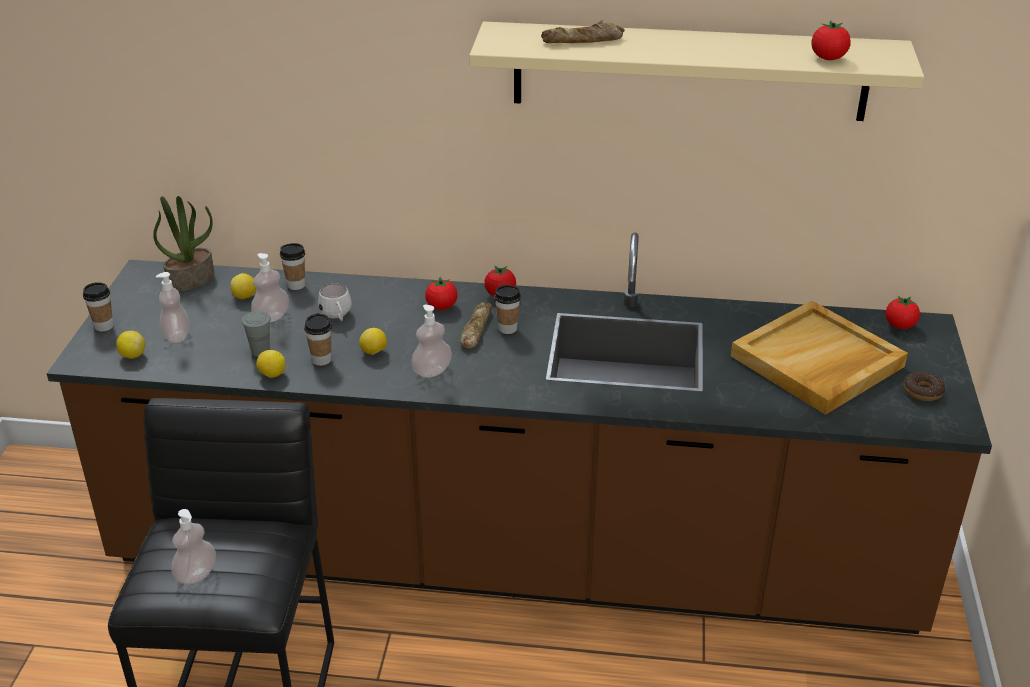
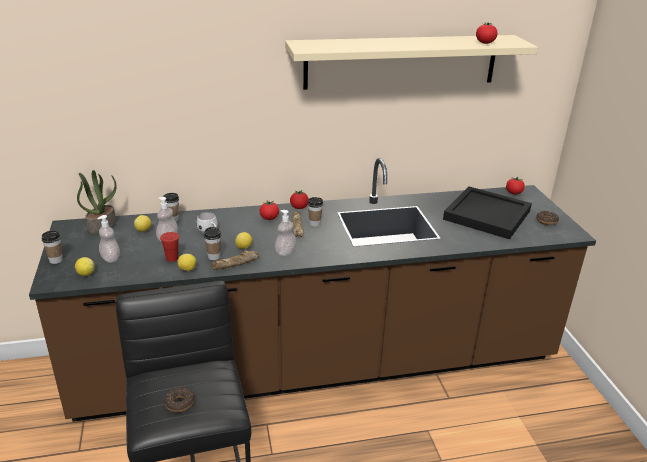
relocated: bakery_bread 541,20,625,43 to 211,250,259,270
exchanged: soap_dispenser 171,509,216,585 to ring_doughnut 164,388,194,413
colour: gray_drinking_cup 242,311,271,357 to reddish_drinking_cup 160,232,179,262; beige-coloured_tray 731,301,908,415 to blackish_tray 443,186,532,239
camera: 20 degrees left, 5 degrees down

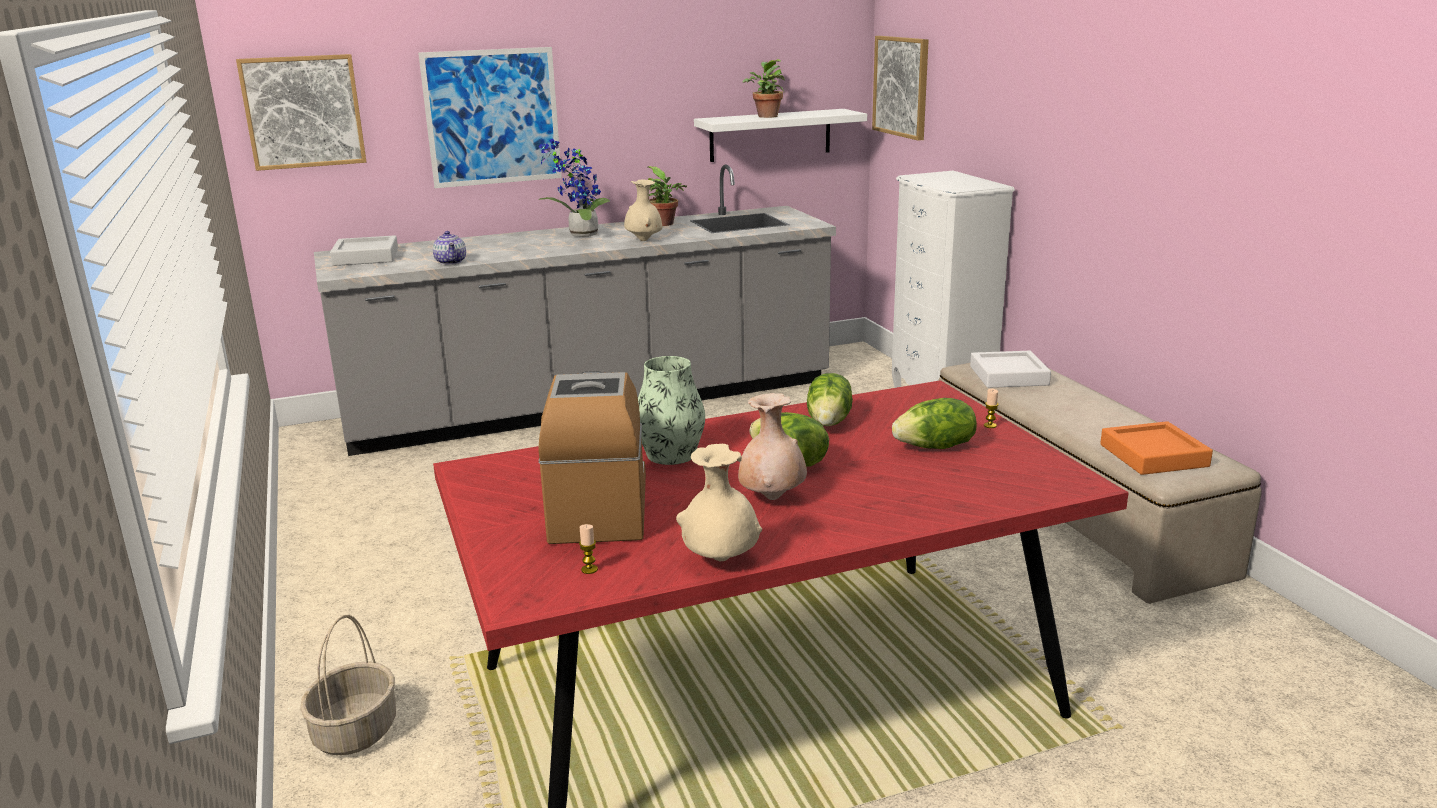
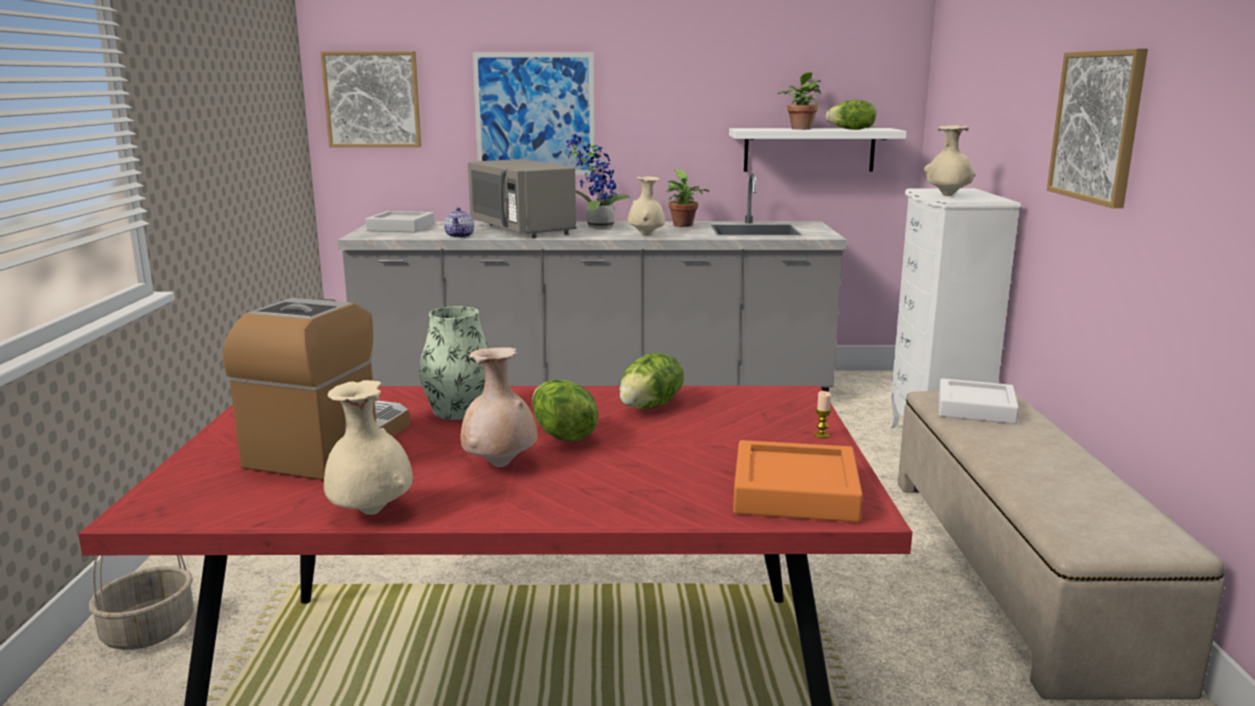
missing: wax_light 579,524,598,574
appeared: gray_microwave 468,159,577,238; beige-coloured_flower_vase 924,125,976,196
relocated: wall_art 872,36,929,141 to 1047,49,1148,209; head_of_lettuce 892,398,977,449 to 826,100,876,130; orangey_tray 1100,421,1213,475 to 733,440,863,522
camera: 20 degrees right, 5 degrees down

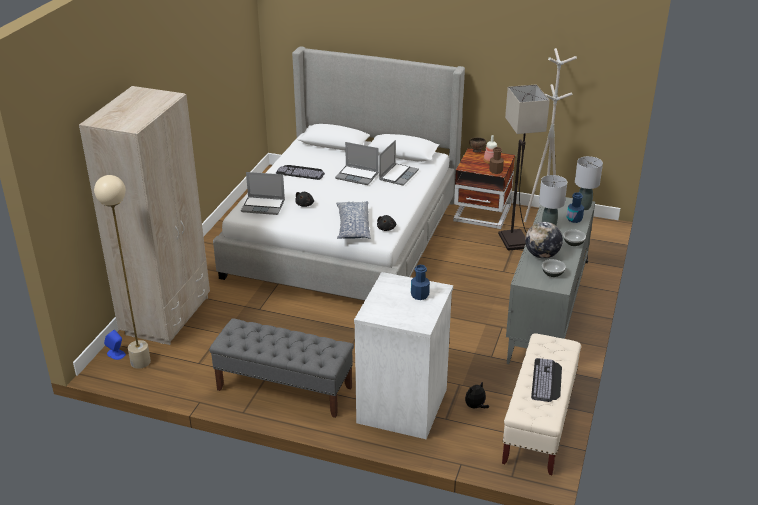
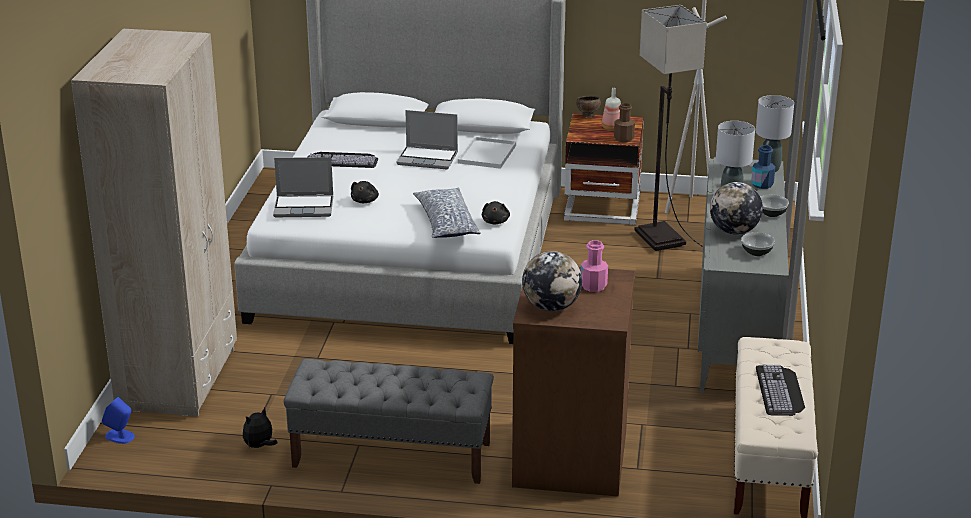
missing: beige-coloured_standing_lamp 94,175,151,369
appeared: globe 522,251,582,311
relocated: cuddly_toy 465,382,489,408 to 243,407,278,448
exchanged: laptop 379,140,419,186 to whitish_tray 458,136,516,169
colour: whitish_dresser 354,272,453,439 to brownish_dresser 512,267,635,497; blue-coloured_drink_bottle 411,265,430,300 to pinkish_drink_bottle 581,240,608,292
camera: 10 degrees left, 5 degrees down

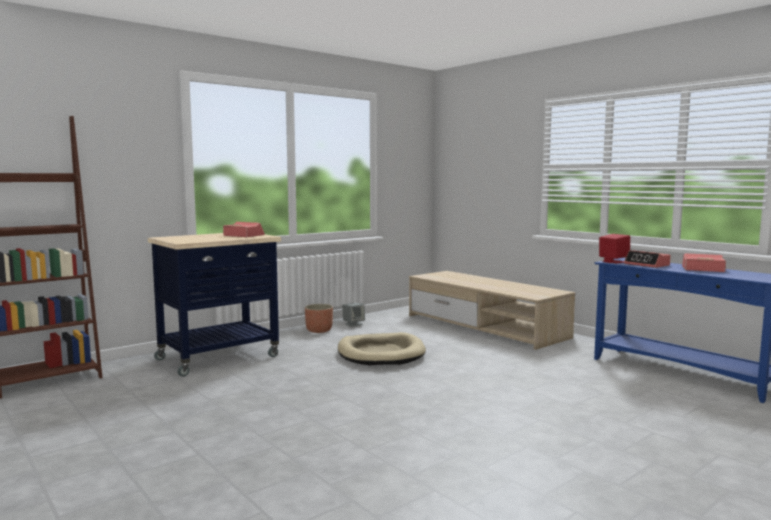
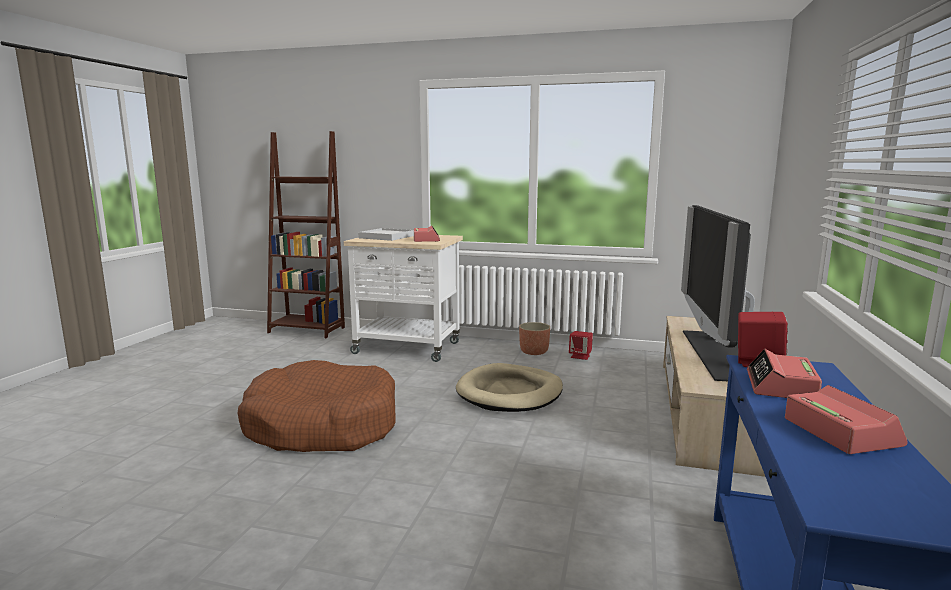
appeared: brownish_dog_bed 238,360,396,452; whitish_tray 358,228,414,241; TV 681,205,755,381
colour: blue-coloured_cart 148,233,281,377 to whitish_cart 343,235,463,362; gray_loudspeaker 342,303,365,327 to reddish_loudspeaker 569,331,593,360
camera: 55 degrees right, 5 degrees up

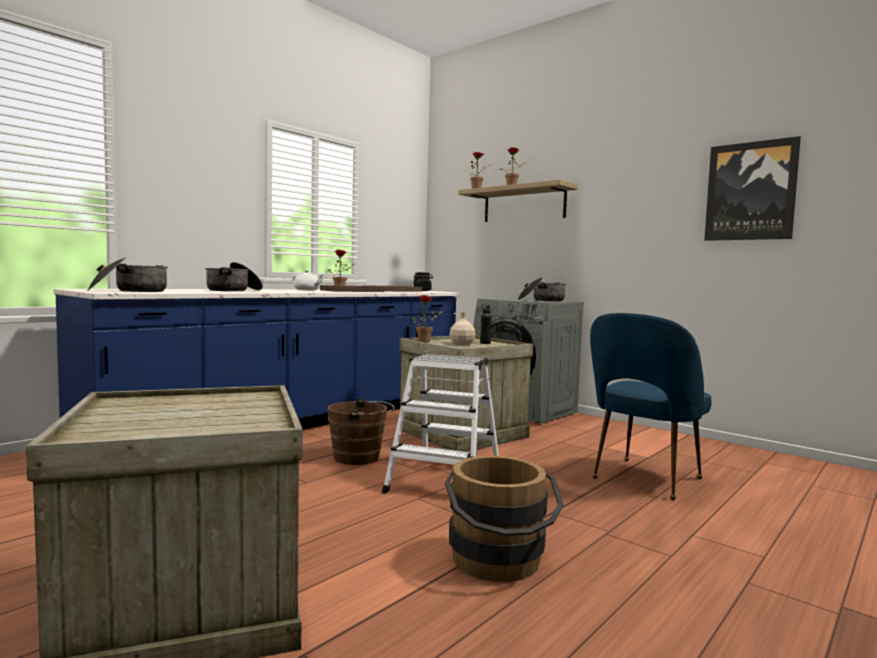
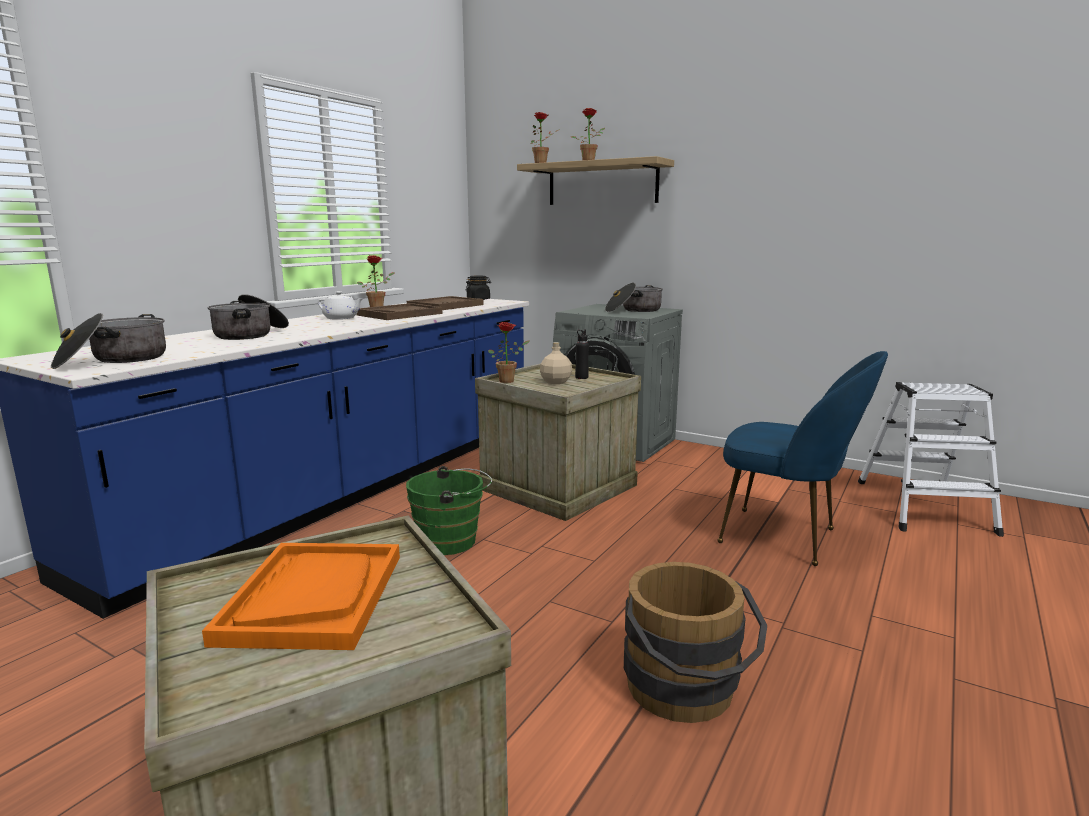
missing: wall_art 704,136,801,241
appeared: orangey_tray 202,543,400,650
relocated: whitish_step_ladder 382,353,499,494 to 858,382,1004,537
colour: brownish_water_bucket 327,398,395,465 to green-coloured_water_bucket 406,466,492,555
spun: blue-coloured_chair 590,313,712,500 = 718,351,888,566 90 degrees counterclockwise
camera: 10 degrees left, 10 degrees up

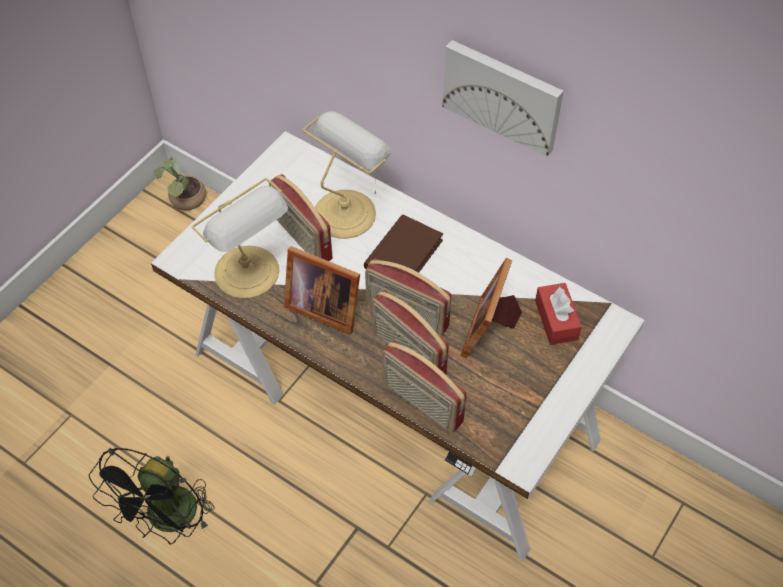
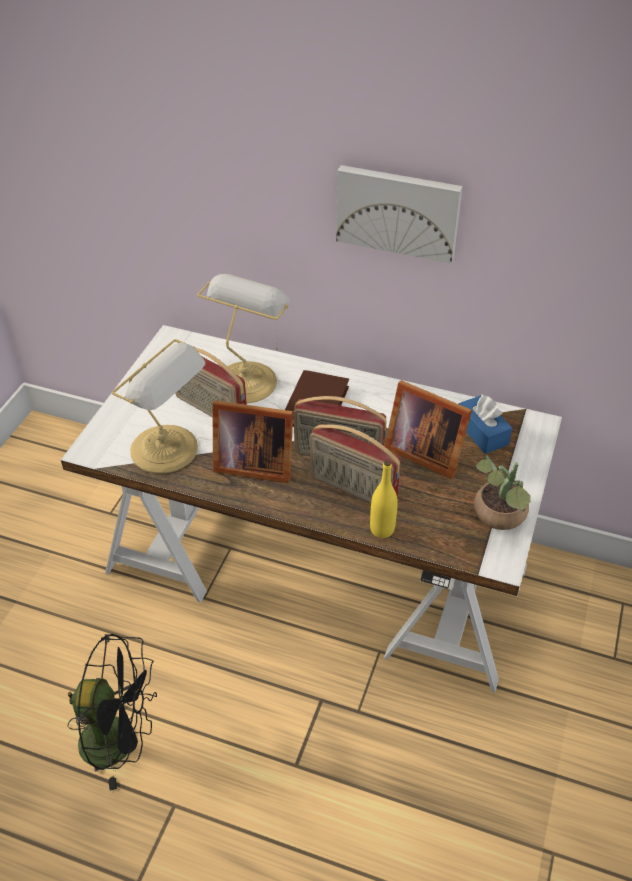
relocated: potted_plant 154,157,206,210 to 474,455,531,530
exchanged: radio_receiver 382,340,467,433 to yellowish_drink_bottle 370,460,398,538
colour: reddish_box_of_tissues 535,283,581,345 to blue-coloured_box_of_tissues 458,395,512,454
spun: blackish_electric_fan 89,448,215,544 = 67,634,157,791 90 degrees counterclockwise; picture_frame 460,258,522,358 = 384,380,472,479 60 degrees counterclockwise
camera: 15 degrees left, 10 degrees down

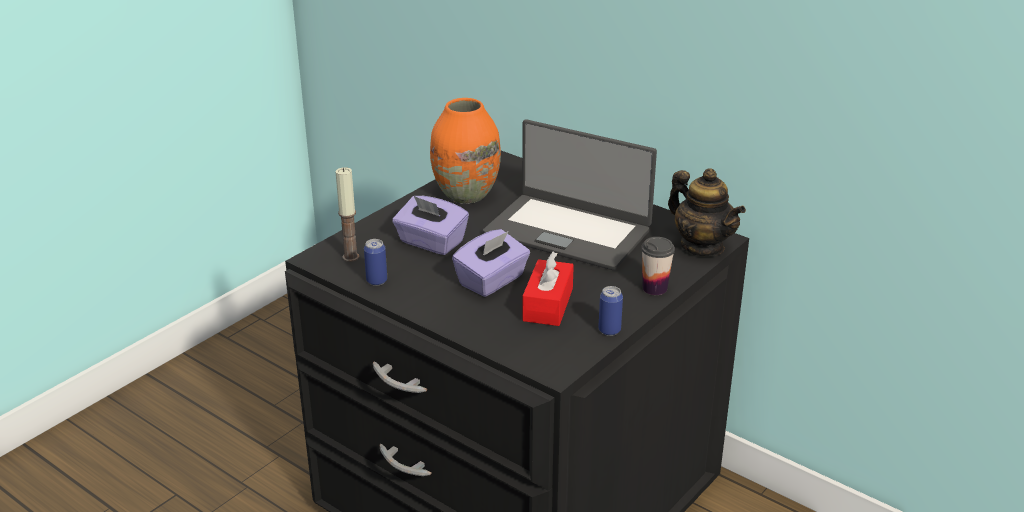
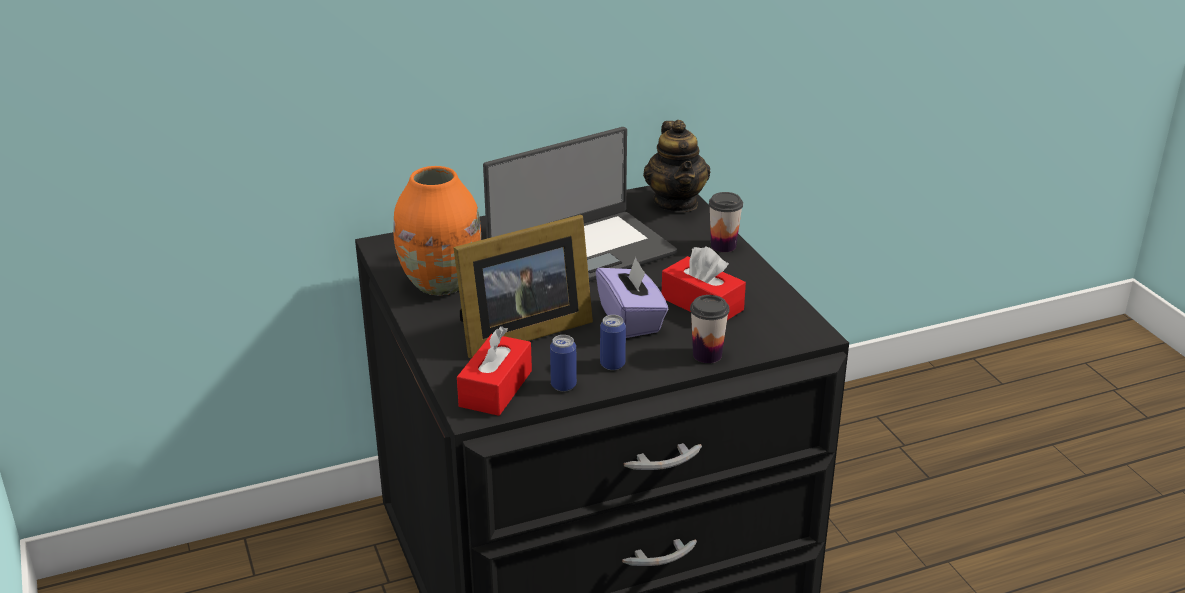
appeared: drinking_cup 690,295,729,363
relocated: metal_can 599,286,623,336 to 600,315,626,370
exchanged: wax_light 336,167,359,262 to reddish_box_of_tissues 457,326,532,416; purplish_box_of_tissues 392,196,469,255 to picture_frame 453,215,593,358
spun: pot_for_tea 668,168,746,256 = 643,120,710,212 90 degrees clockwise
camera: 60 degrees left, 0 degrees up

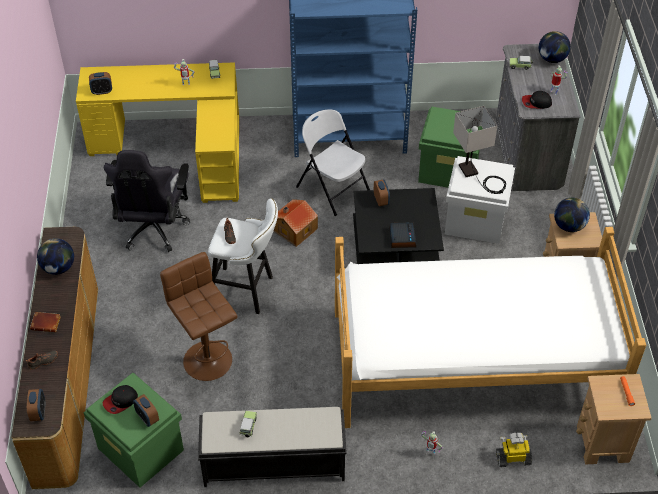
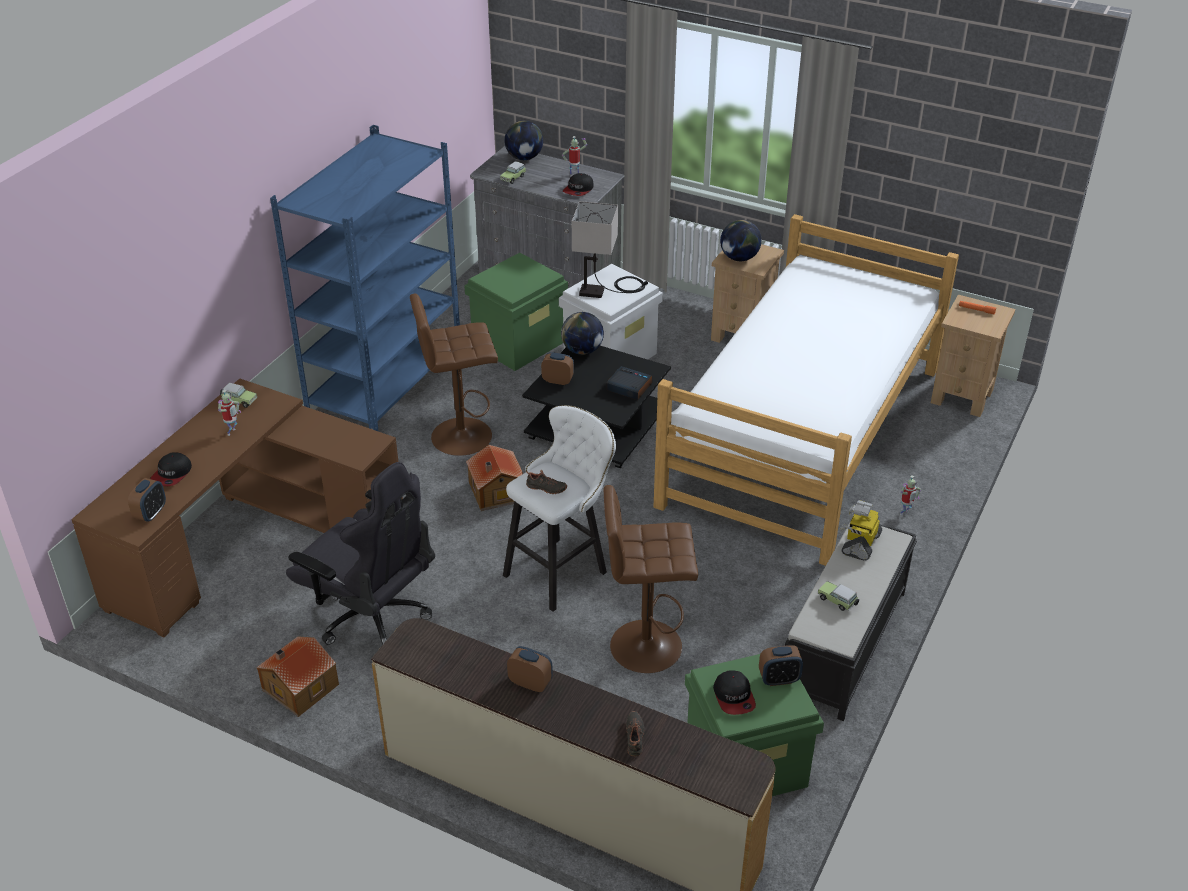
missing: brownish_volume 30,312,61,332
appeared: cap 150,453,192,486; toy_house 256,636,339,717
relocated: table_clock 27,389,45,421 to 507,646,553,692; globe 37,238,74,275 to 561,312,604,355; model_robot 496,433,532,467 to 840,500,882,561
exchanged: whitish_chair 296,109,370,216 to brownish_stool_seat 410,294,498,456
colour: yellowish_desk 76,62,239,203 to brownish_desk 71,379,403,637
camera: 60 degrees left, 10 degrees down

